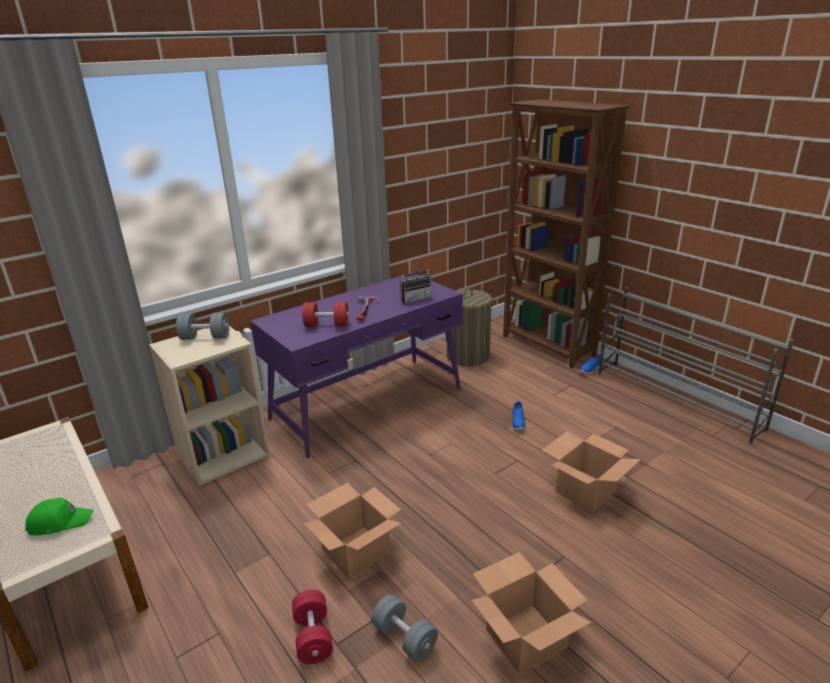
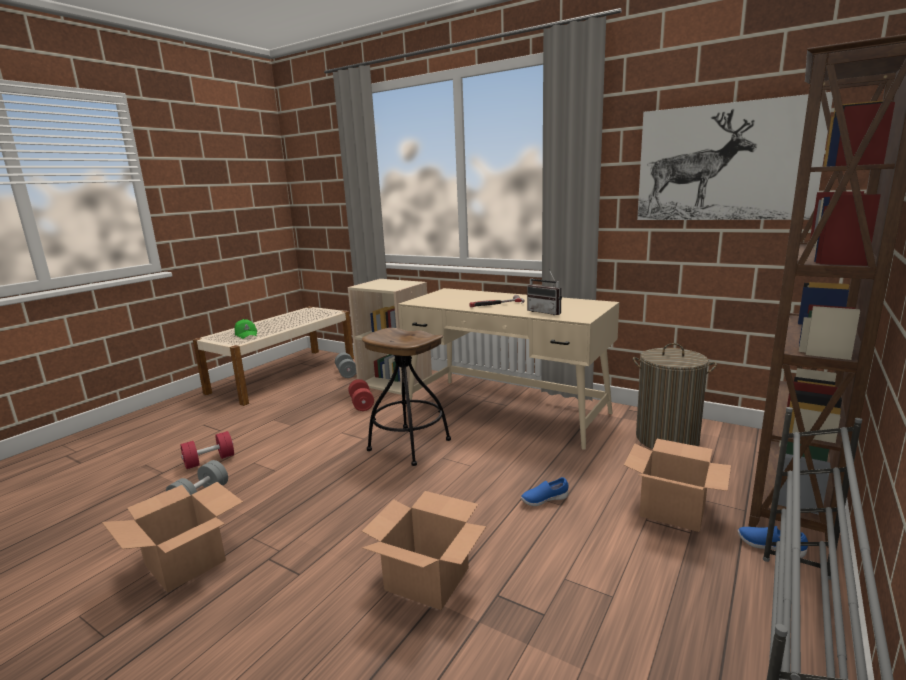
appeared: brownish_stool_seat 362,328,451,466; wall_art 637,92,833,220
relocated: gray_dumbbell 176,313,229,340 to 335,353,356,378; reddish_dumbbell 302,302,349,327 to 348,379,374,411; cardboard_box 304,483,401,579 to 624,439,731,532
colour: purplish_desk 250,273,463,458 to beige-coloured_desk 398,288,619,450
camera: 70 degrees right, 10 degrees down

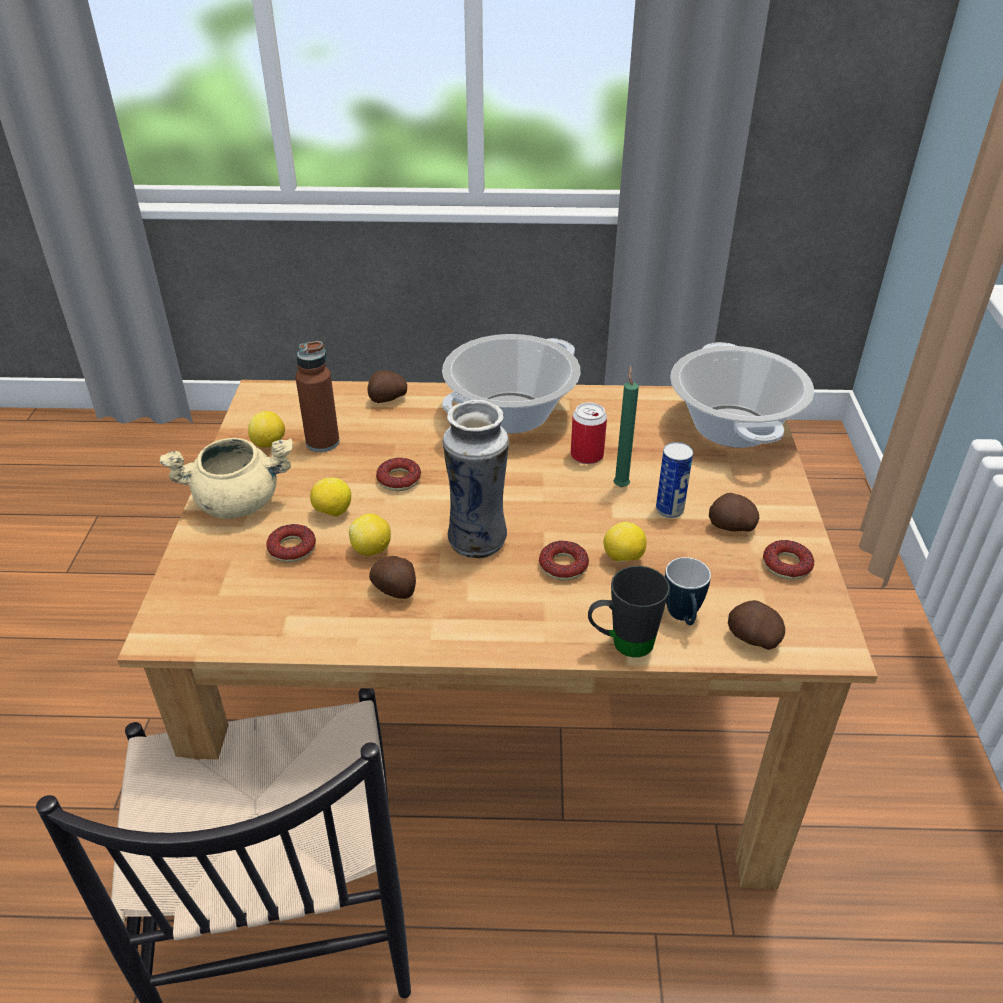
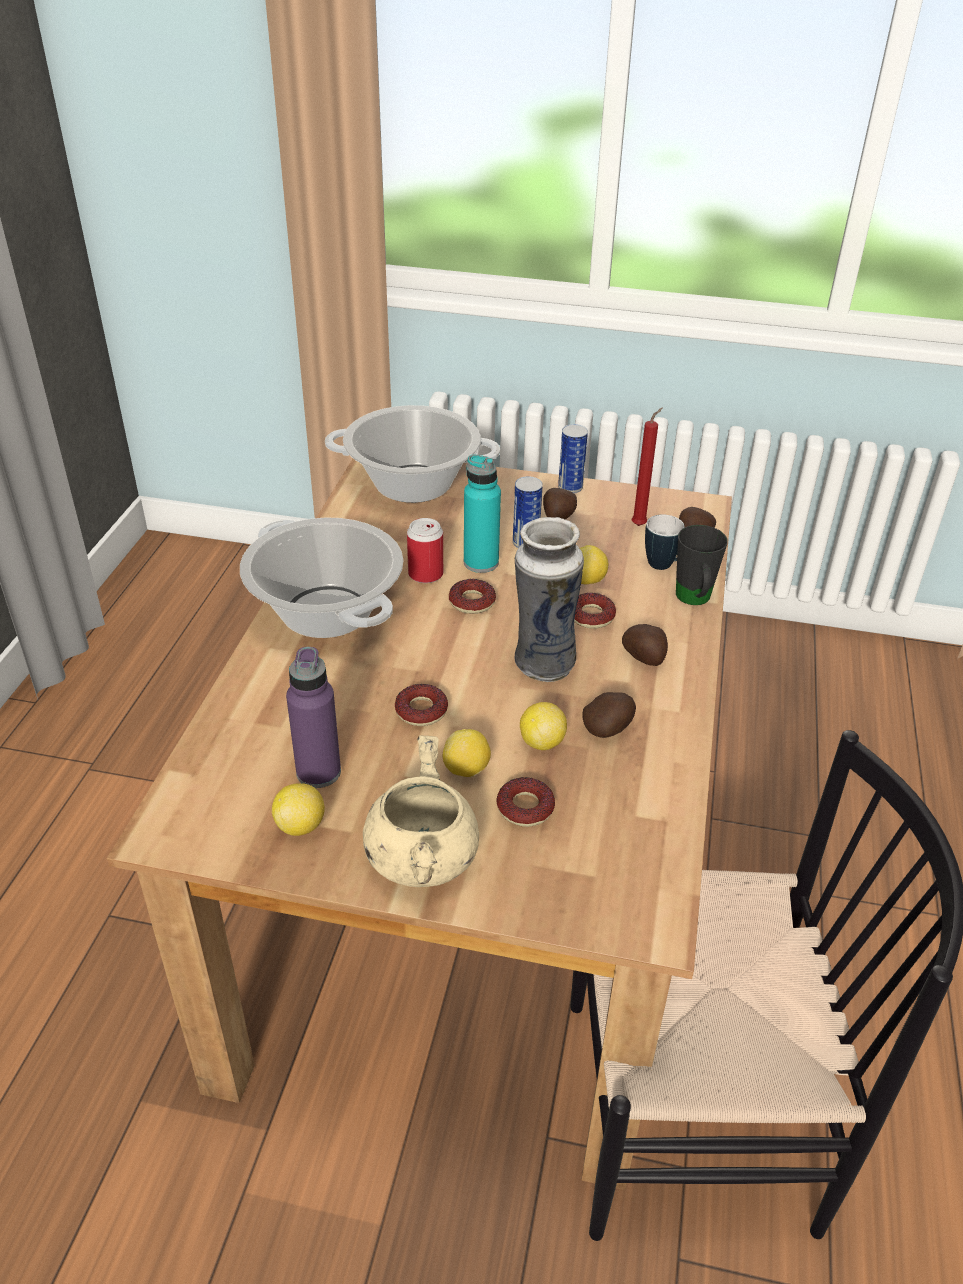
appeared: metal_can 558,424,588,494; reddish_wax_light 632,407,663,526
relocated: potato 367,370,407,403 to 622,624,668,666; ring_doughnut 763,540,814,580 to 449,579,496,614
exchanged: green-coloured_wax_light 613,365,639,487 to turquoise_drink_bottle 464,455,501,573
colour: brownish_drink_bottle 295,341,340,452 to purplish_drink_bottle 286,647,341,788
camera: 80 degrees left, 0 degrees up

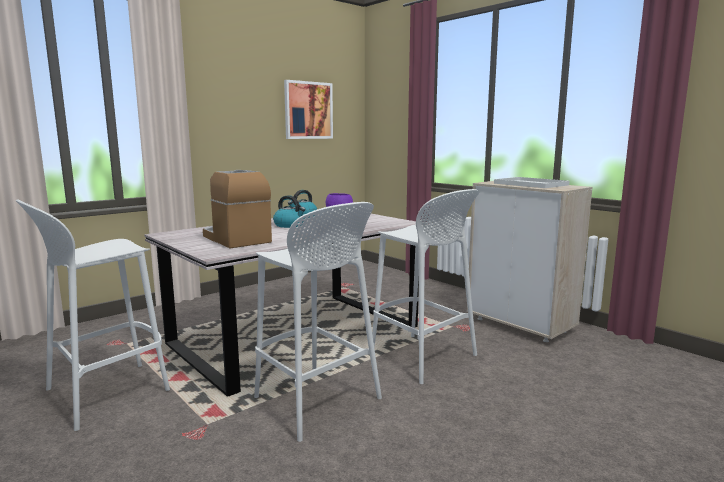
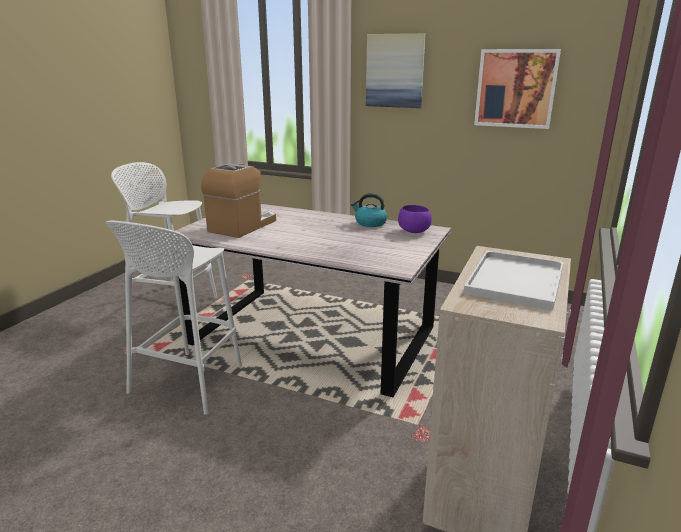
missing: kettle 273,195,305,228; whitish_stool_seat 372,189,479,384
appeared: wall_art 366,33,426,108
camera: 65 degrees right, 10 degrees up

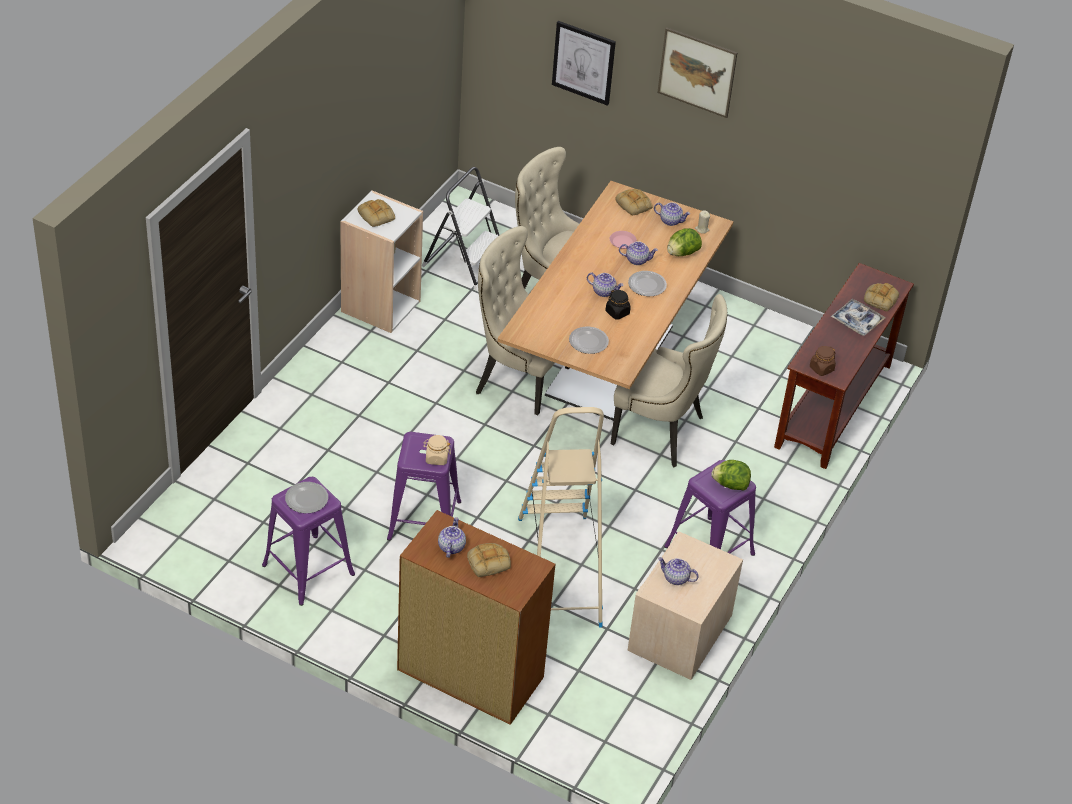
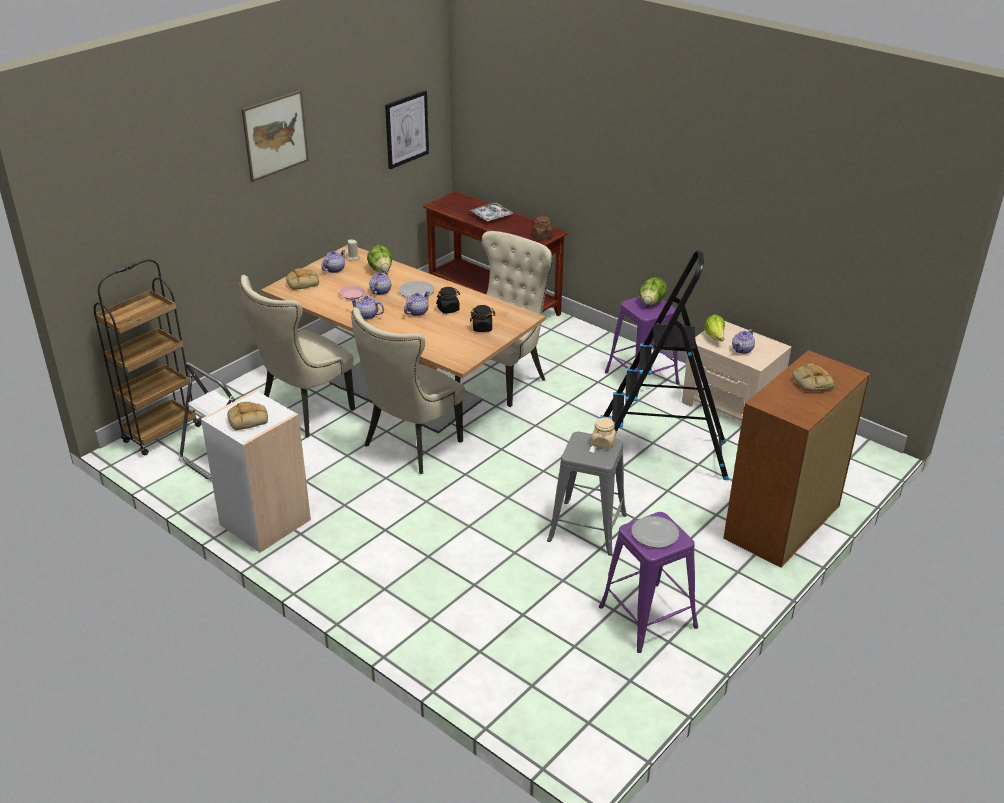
missing: bakery_bread 864,283,899,311
appeared: brownish_cart 94,259,202,455; head_of_lettuce 704,314,725,341
relocated: pot_for_tea 438,517,466,558 to 350,295,384,319; wall_art 552,21,616,106 to 385,90,429,169
exchanged: dinner_plate 569,326,609,354 to blackish_preserve_jar 470,305,495,332
colour: purplish_stool_seat 387,432,461,541 to gray_stool_seat 547,431,627,556; beige-coloured_step_ladder 518,407,604,628 to blackish_step_ladder 600,250,729,480
camera: 75 degrees left, 10 degrees down

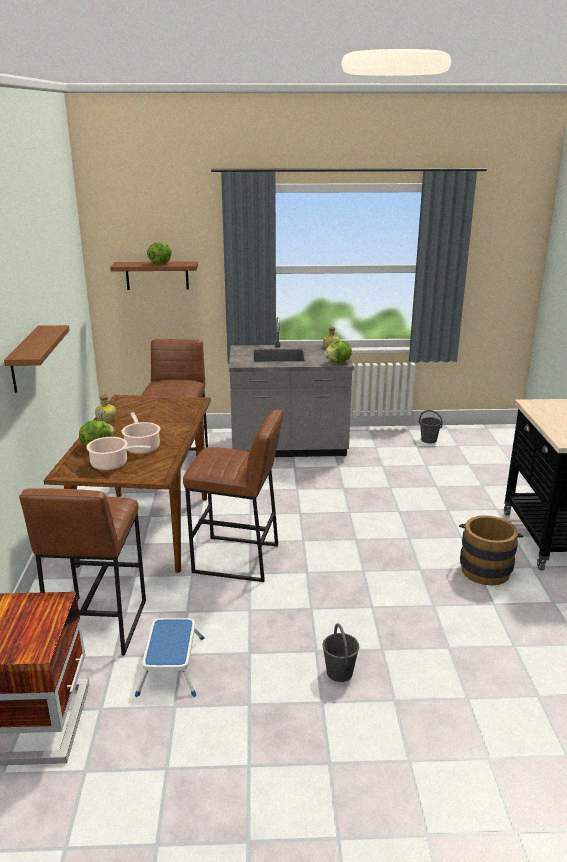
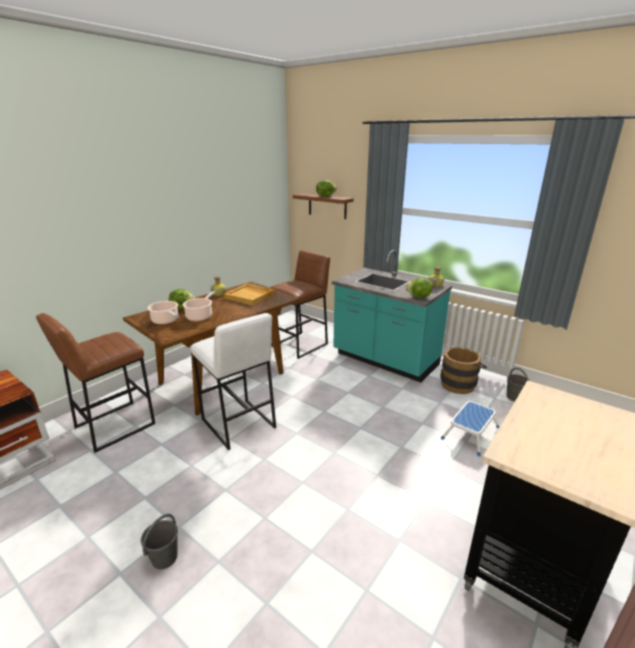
missing: brownish_wall_shelf 4,325,70,393
appeared: beige-coloured_tray 224,284,275,305
relocated: blue-coloured_step_ladder 135,618,204,697 to 441,401,500,456; brownish_water_bucket 459,515,523,586 to 441,347,487,394
colour: brownish_stool_seat 183,410,283,582 to whitish_stool_seat 191,313,276,450; gray_counter 229,317,354,457 to turquoise_counter 332,250,452,382
camera: 40 degrees right, 0 degrees up

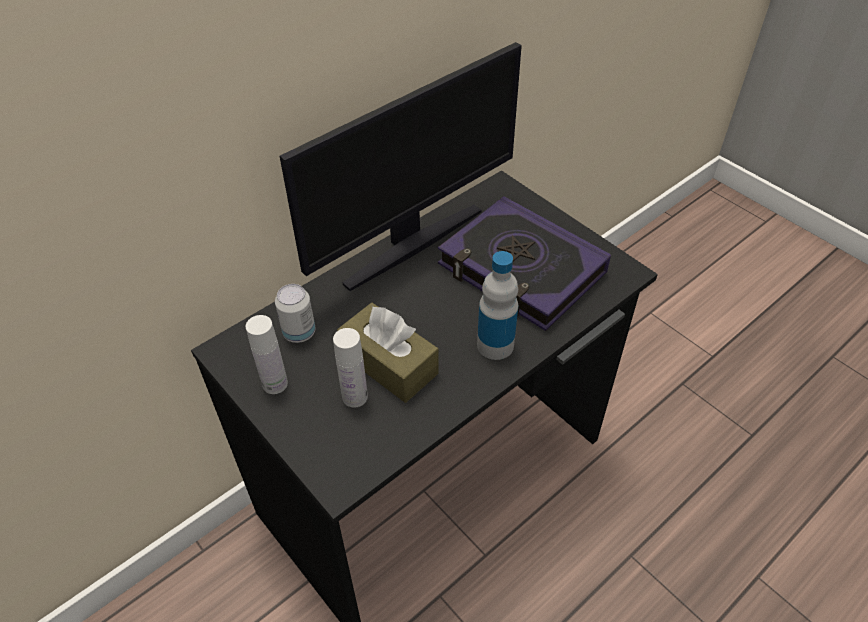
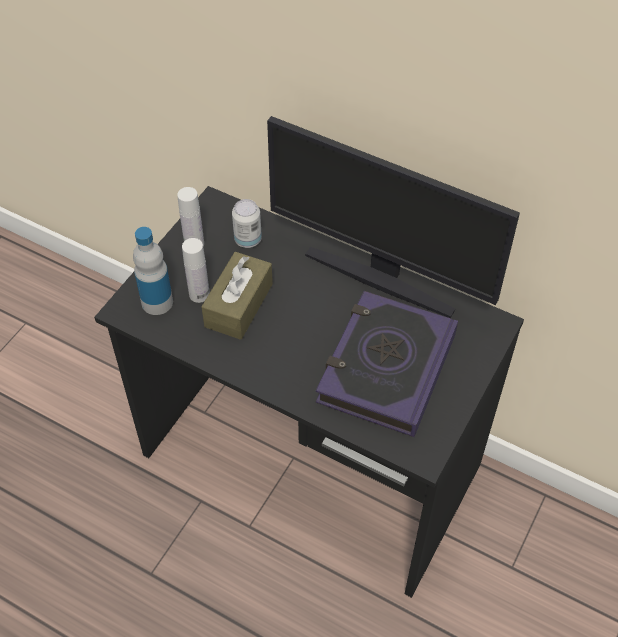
relocated: drink_bottle 477,251,518,360 to 133,227,173,315
camera: 70 degrees right, 5 degrees up

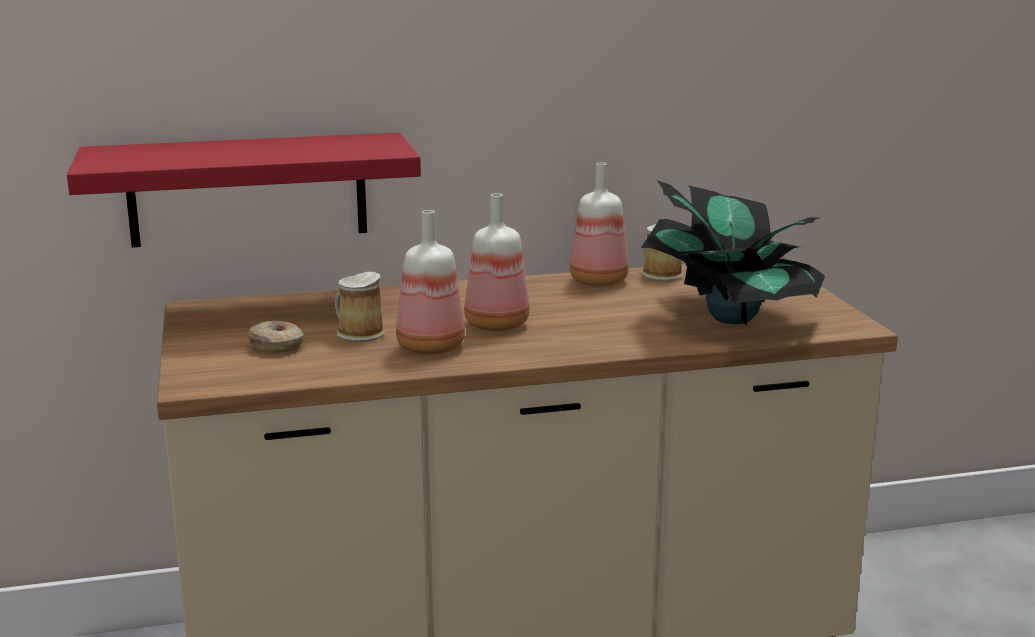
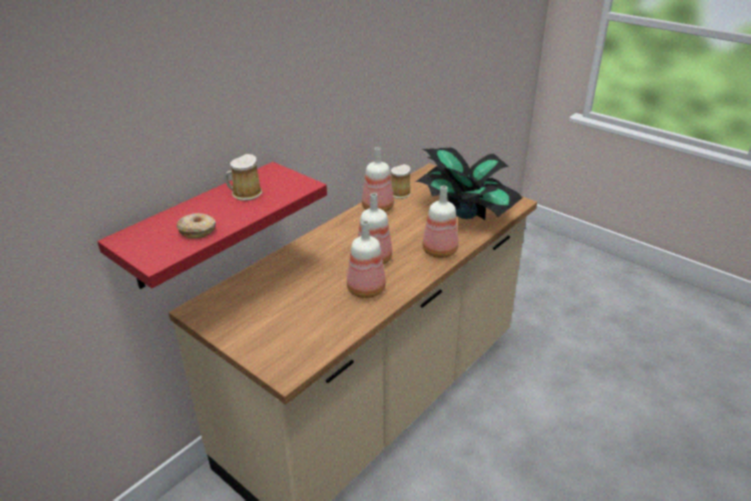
appeared: drink_bottle 422,186,458,258
relocated: ring_doughnut 247,321,304,353 to 176,213,216,239; tea_mug 335,272,385,342 to 225,154,262,201
camera: 35 degrees left, 15 degrees up

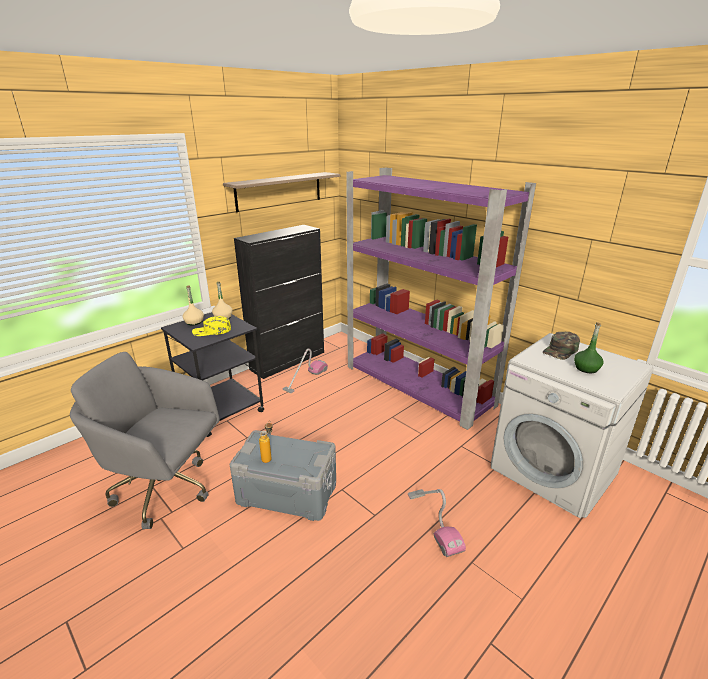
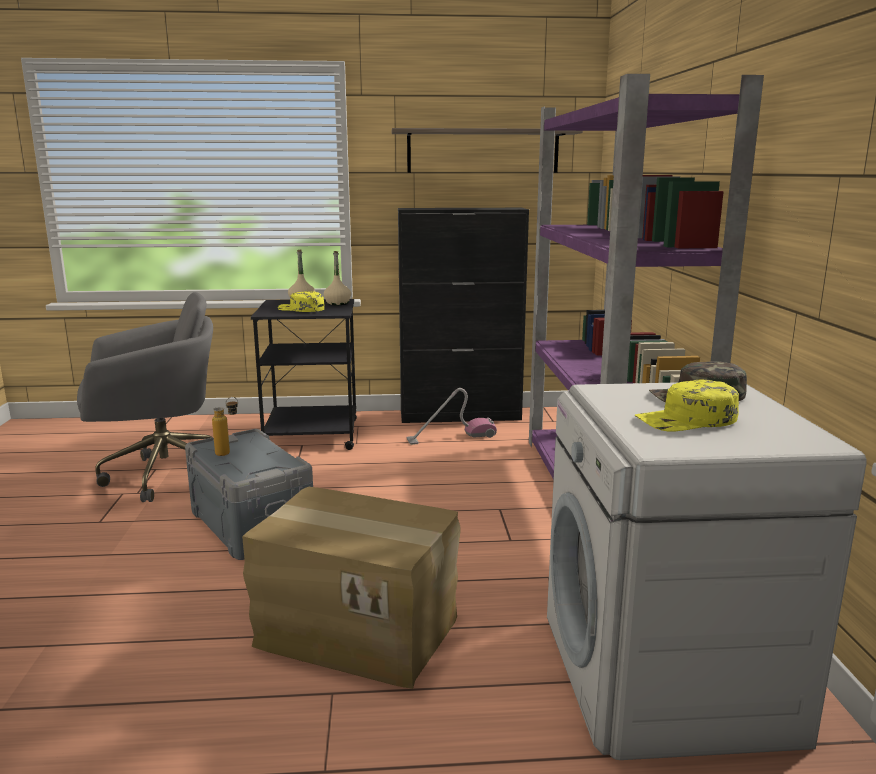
exchanged: vacuum_cleaner 408,489,466,557 to cardboard_box 242,486,461,689; green-coloured_drink_bottle 574,322,604,373 to yellowish_cap 635,379,739,432
spun: gray_desk_chair 70,352,220,529 = 77,292,214,502 105 degrees clockwise
camera: 40 degrees right, 10 degrees down

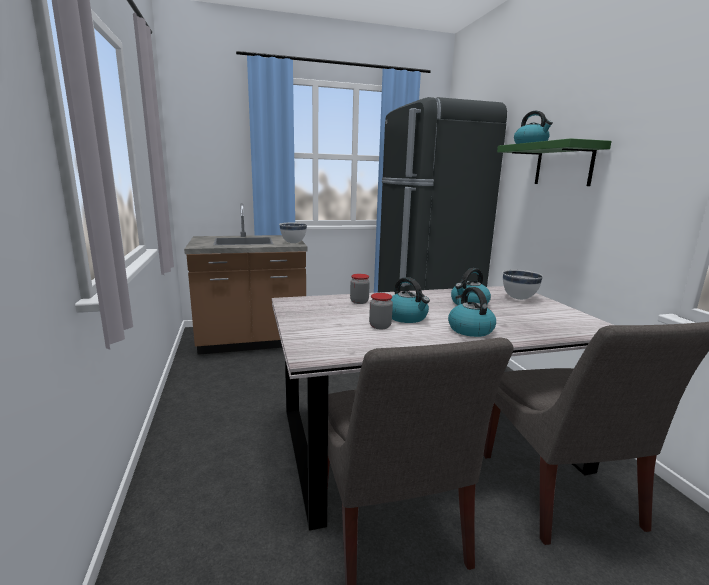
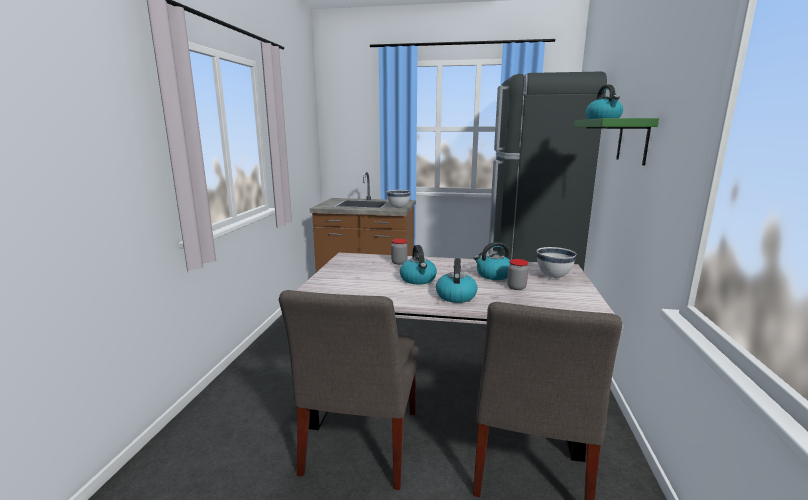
relocated: preserve_jar 369,293,393,329 to 507,259,528,290
camera: 25 degrees right, 0 degrees up

